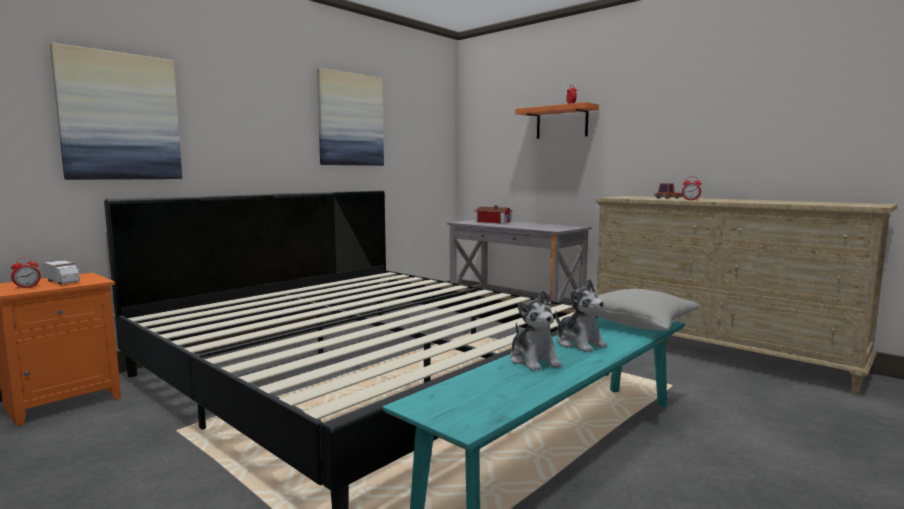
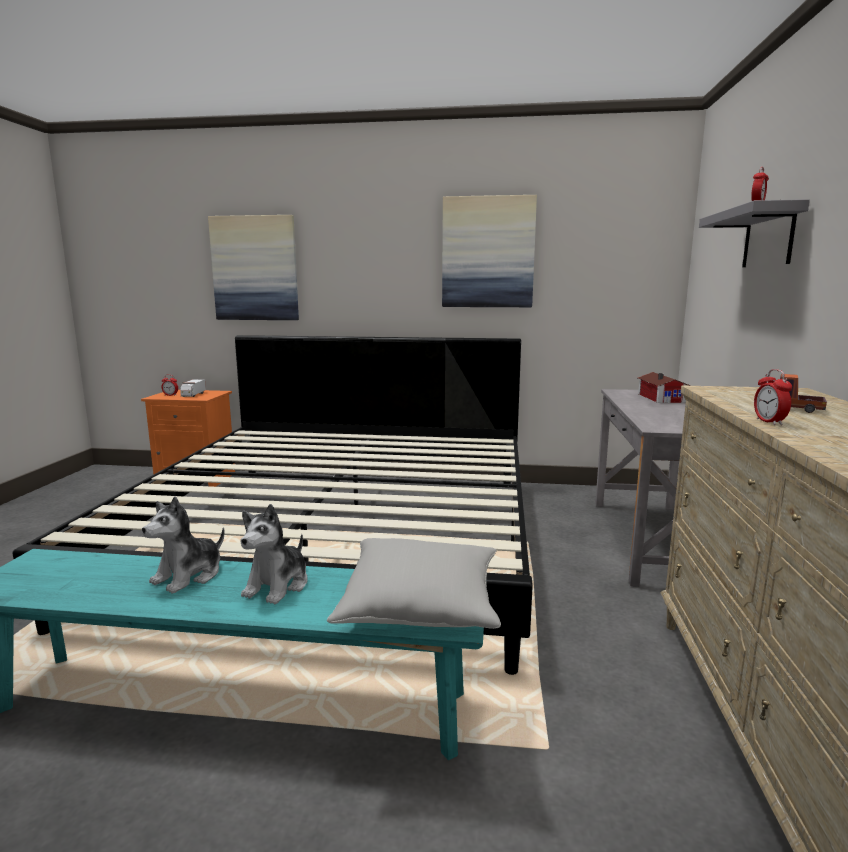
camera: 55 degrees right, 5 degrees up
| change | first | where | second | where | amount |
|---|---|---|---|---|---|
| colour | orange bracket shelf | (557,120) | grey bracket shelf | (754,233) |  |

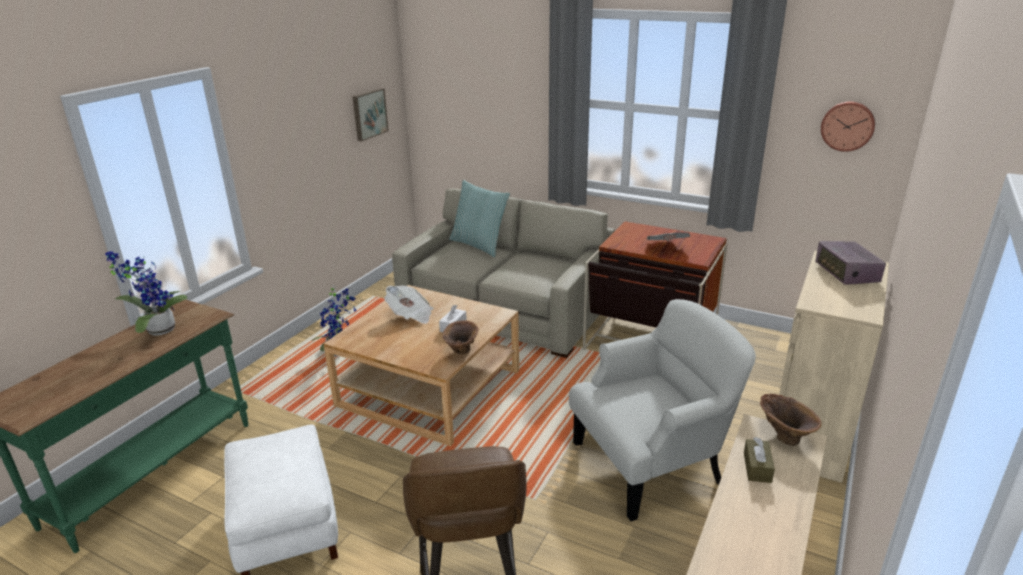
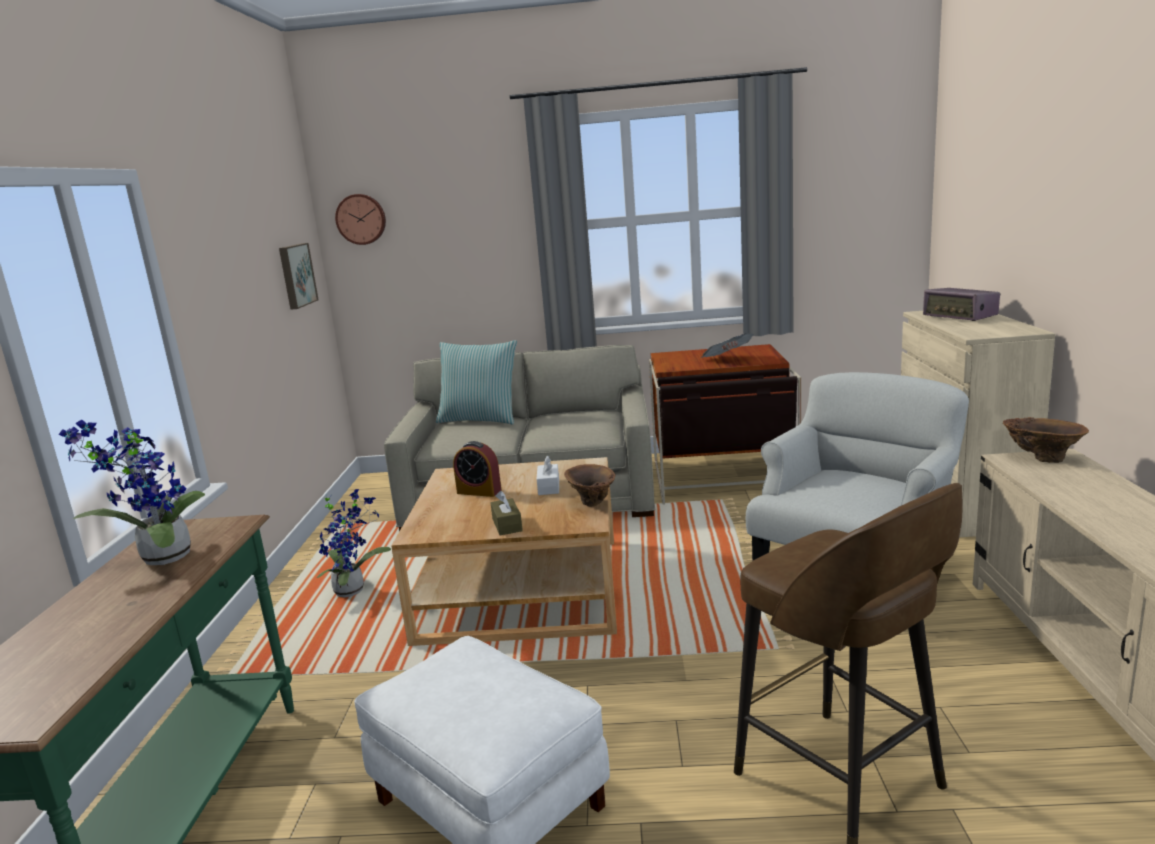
camera: 25 degrees left, 10 degrees down
| change | first | where | second | where | amount |
|---|---|---|---|---|---|
| relocated | clock on the wall | (848,127) |  | (360,219) |  |
| exchanged | newspaper | (408,304) | bedside clock | (477,469) |  |
| relocated | brownish tissue box | (759,460) |  | (507,513) |  |

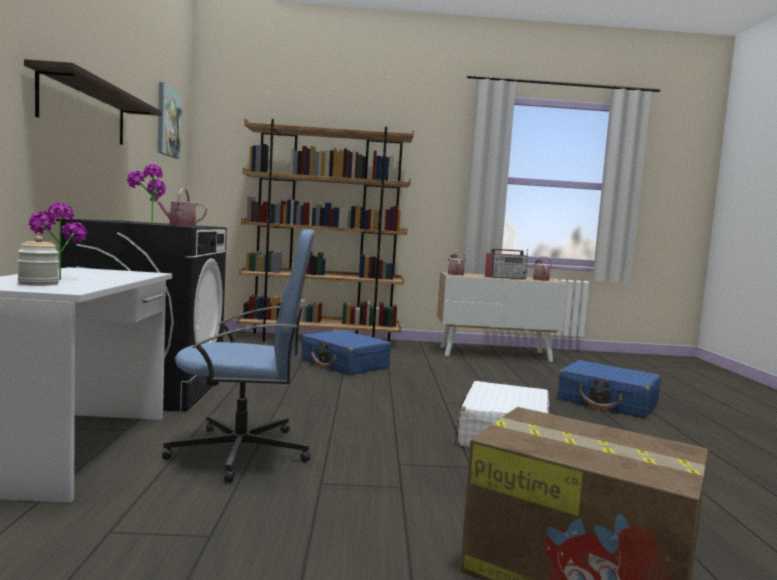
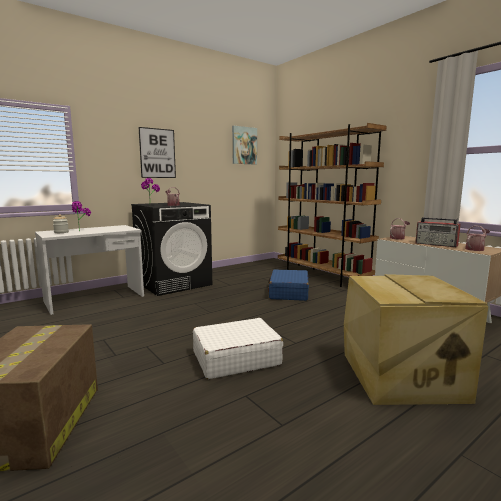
camera: 55 degrees right, 5 degrees up
| change | first | where | second | where | amount |
|---|---|---|---|---|---|
| exchanged | bracket shelf | (93,102) | picture | (157,152) |  |
| missing | blue office chair | (238,356) |  |  |  |
| exchanged | blue travel case | (609,389) | sand-coloured storage bin | (416,339) |  |

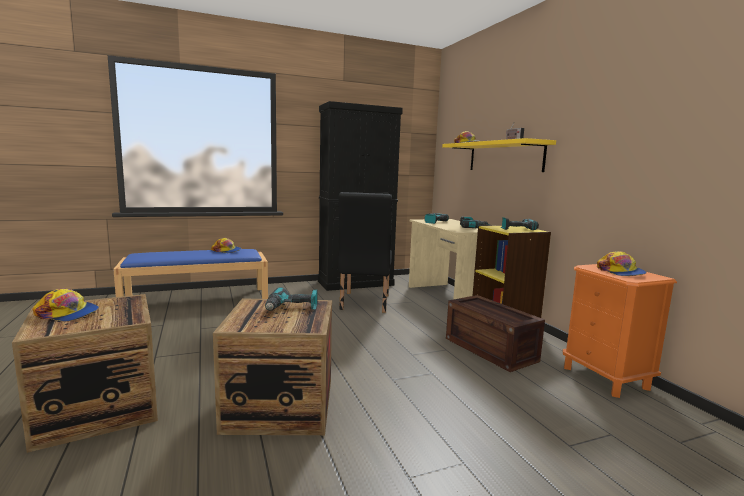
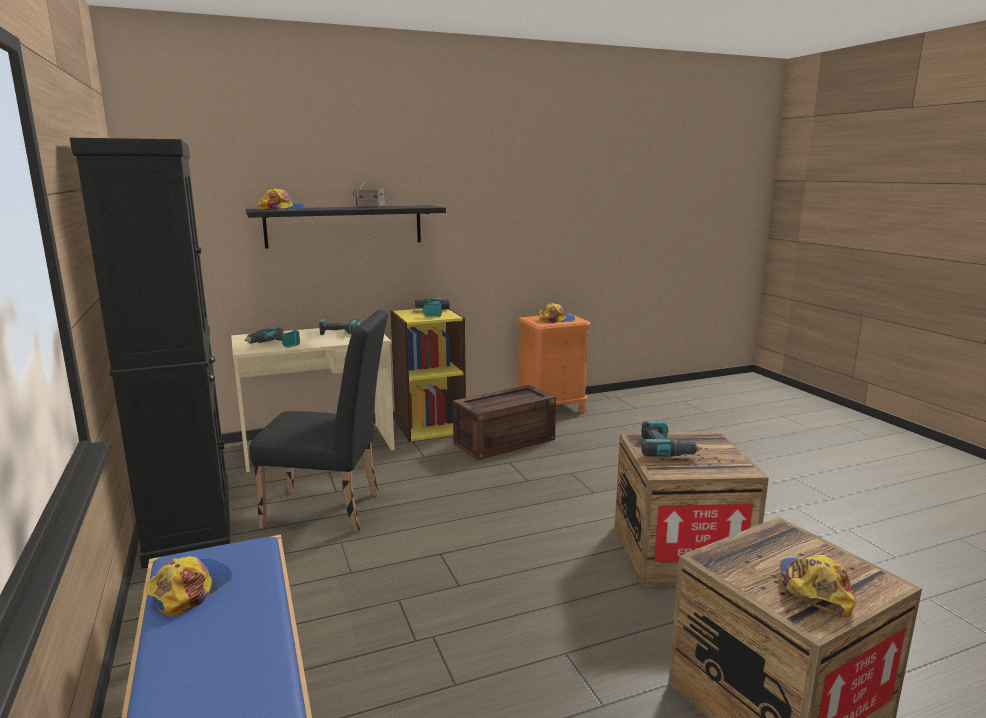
camera: 90 degrees left, 5 degrees up
| change | first | where | second | where | amount |
|---|---|---|---|---|---|
| colour | yellow bracket shelf | (499,155) | black-coloured bracket shelf | (346,227) |  |

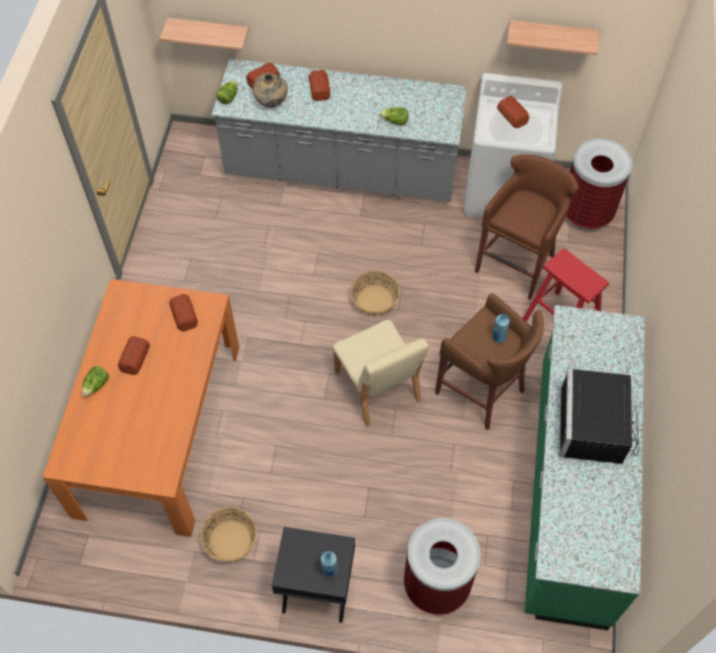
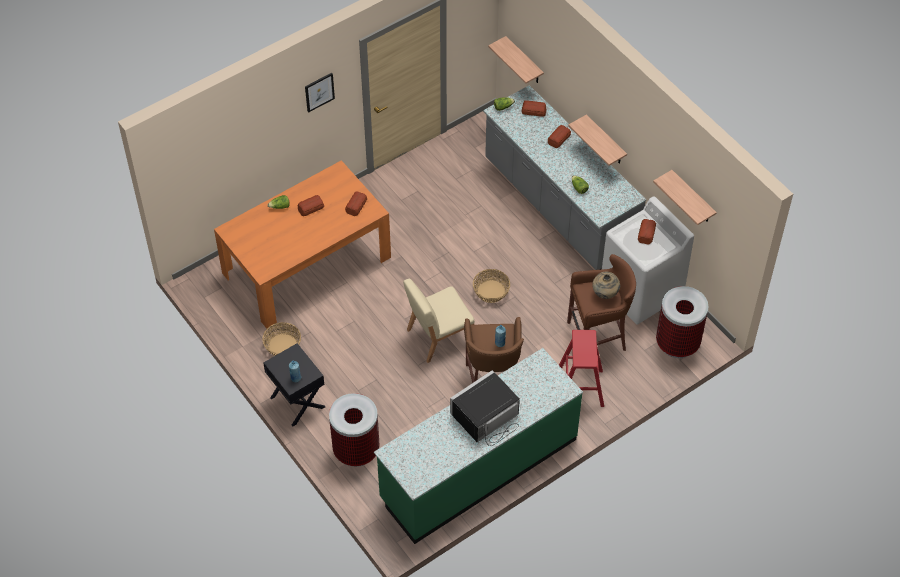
camera: 45 degrees right, 5 degrees down
| change | first | where | second | where | amount |
|---|---|---|---|---|---|
| relocated | sand-coloured vase | (270,90) |  | (606,285) |  |
| spun | sand-coloured plain chair | (381,373) |  | (439,321) | 45 degrees clockwise |
| appeared |  |  | picture | (320,93) |  |
| appeared |  |  | bracket shelf | (597,140) |  |

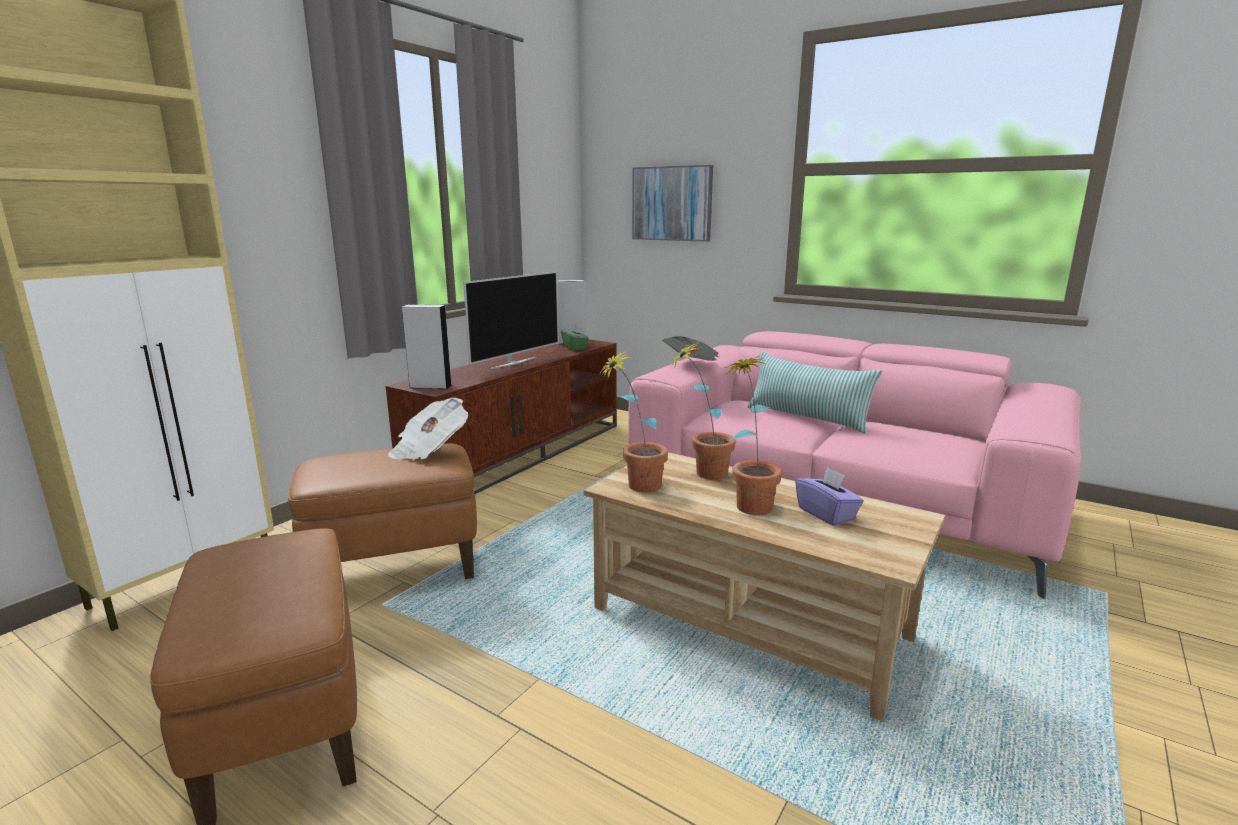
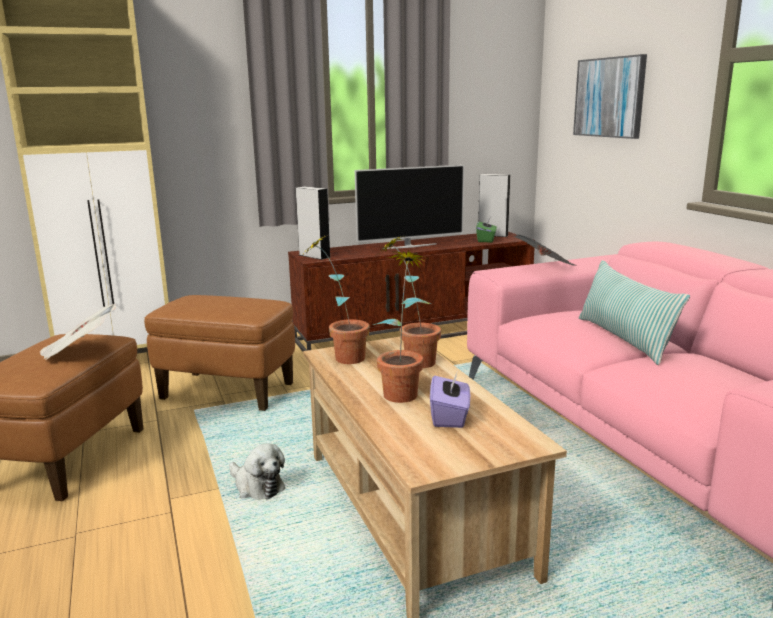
camera: 35 degrees right, 0 degrees up
| change | first | where | second | where | amount |
|---|---|---|---|---|---|
| relocated | newspaper | (428,429) |  | (78,332) |  |
| appeared |  |  | cuddly toy | (257,471) |  |

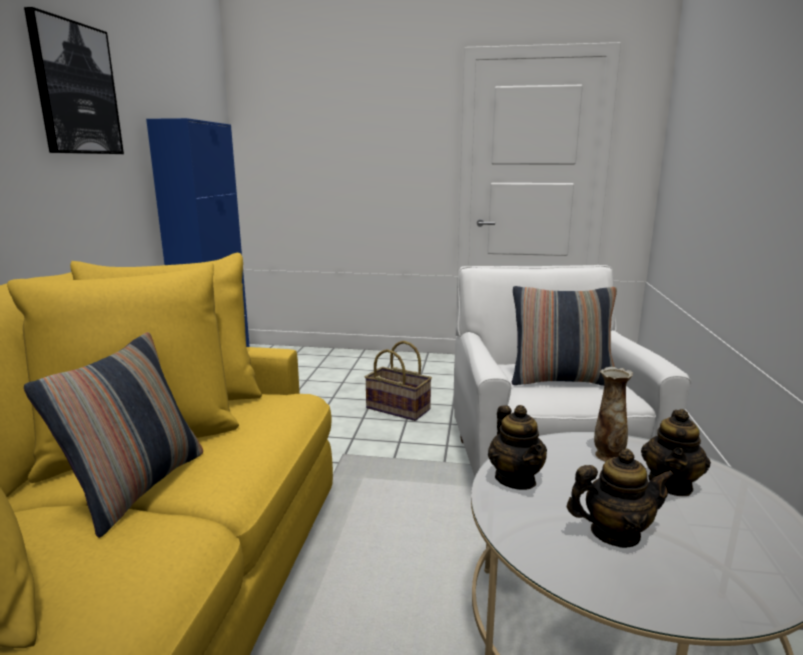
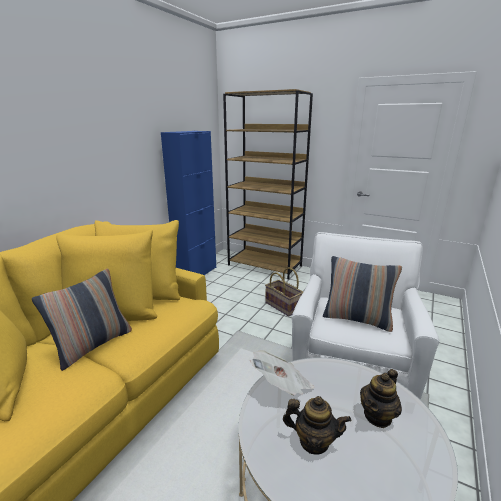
camera: 20 degrees right, 5 degrees up
| change | first | where | second | where | amount |
|---|---|---|---|---|---|
| missing | picture | (74,80) |  |  |  |
| missing | vase | (613,414) |  |  |  |
| exchanged | tea pot | (517,447) | newspaper | (282,373) |  |
| appeared |  |  | brownish shelving unit | (268,184) |  |

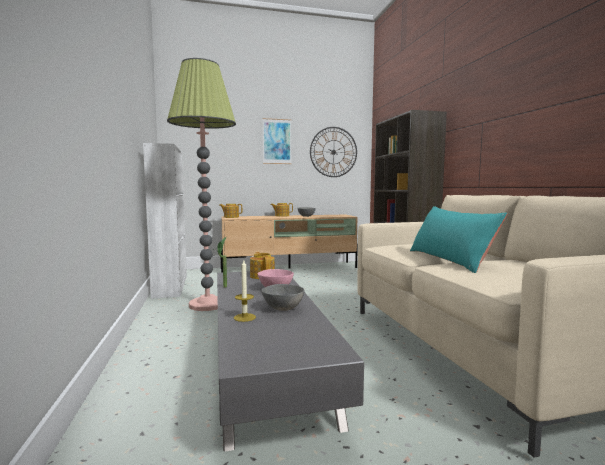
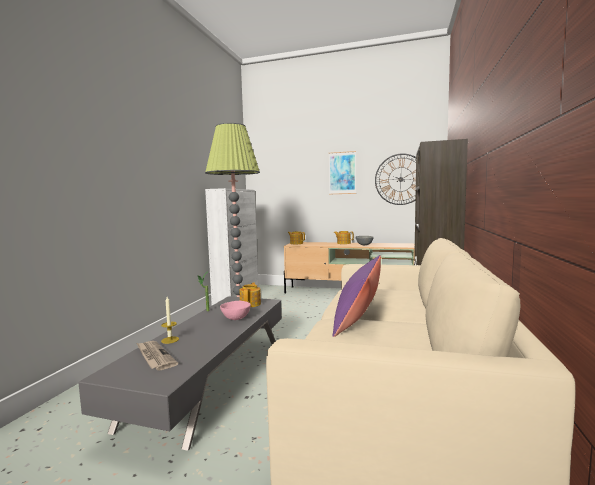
camera: 30 degrees right, 0 degrees up
| change | first | where | second | where | amount |
|---|---|---|---|---|---|
| colour | turquoise-coloured throw pillow | (459,239) | purple-coloured throw pillow | (357,296) |  |
| missing | grey deep dish | (282,297) |  |  |  |
| appeared |  |  | newspaper | (157,356) |  |

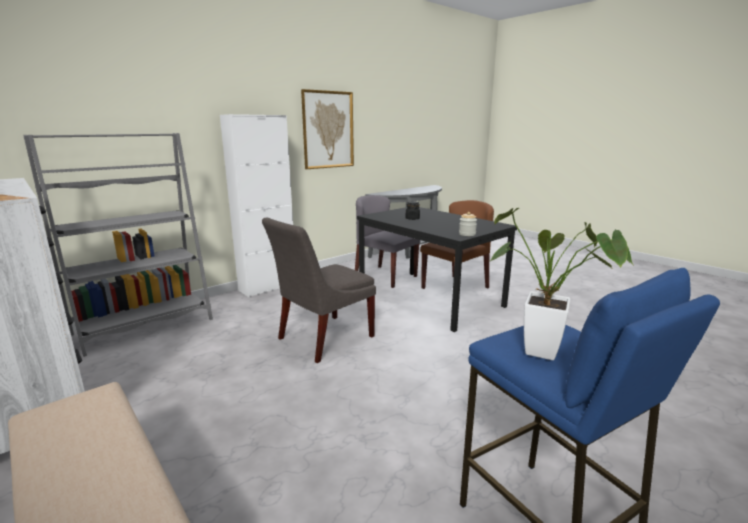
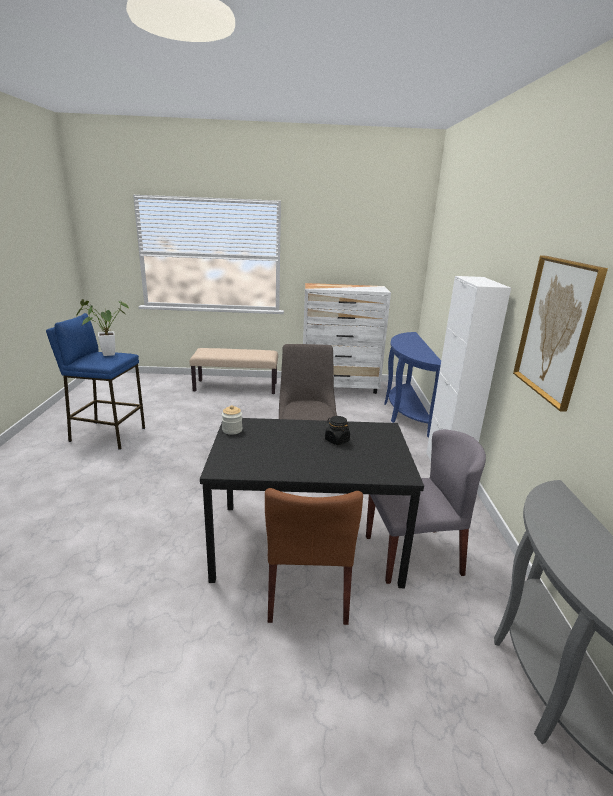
camera: 130 degrees right, 5 degrees up
| change | first | where | second | where | amount |
|---|---|---|---|---|---|
| exchanged | grey shelving unit | (118,245) | blue narrow table | (412,384) |  |

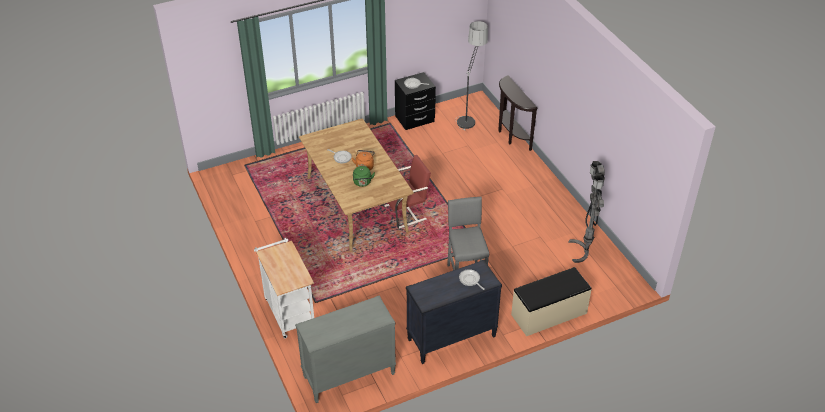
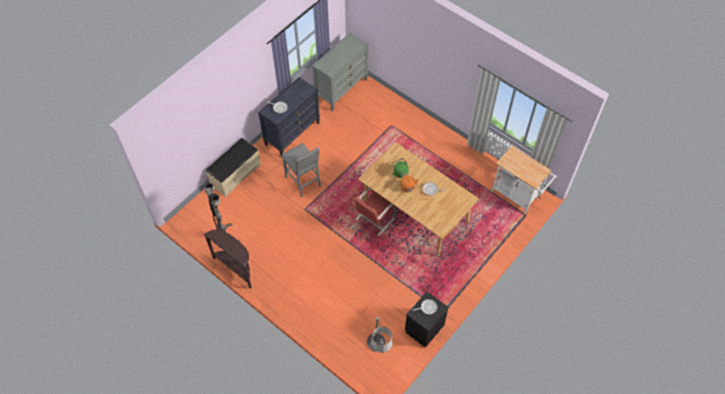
camera: 155 degrees right, 15 degrees up
| change | first | where | second | where | amount |
|---|---|---|---|---|---|
| relocated | brownish narrow table | (518,113) |  | (227,259) |  |
| relocated | white-coloured trolley | (284,288) |  | (524,180) |  |

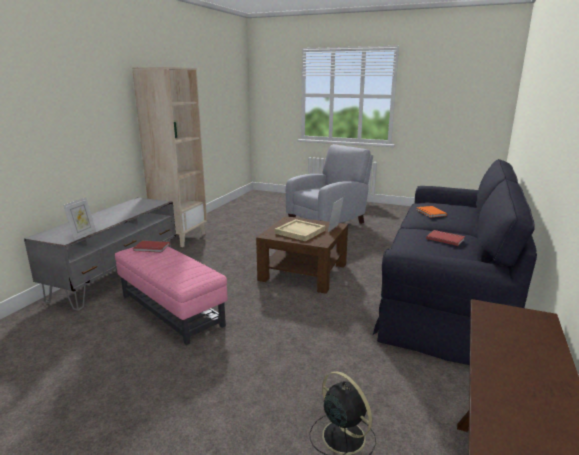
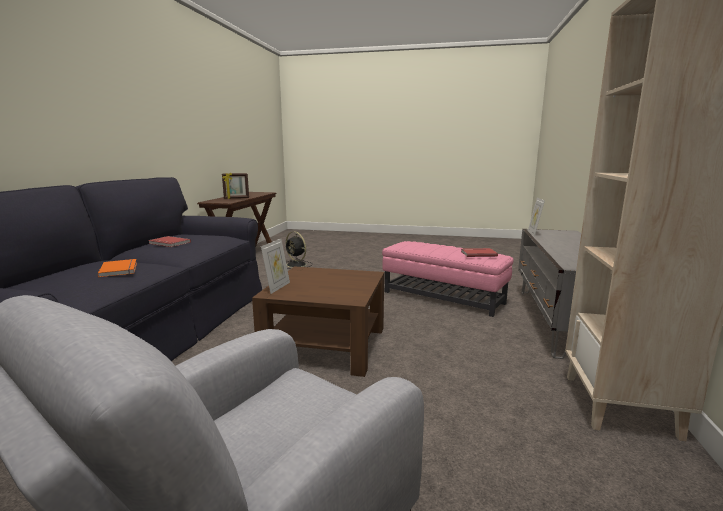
camera: 170 degrees right, 5 degrees down
| change | first | where | second | where | amount |
|---|---|---|---|---|---|
| missing | sand-coloured tray | (300,230) |  |  |  |
| appeared |  |  | standing frame | (235,186) |  |

